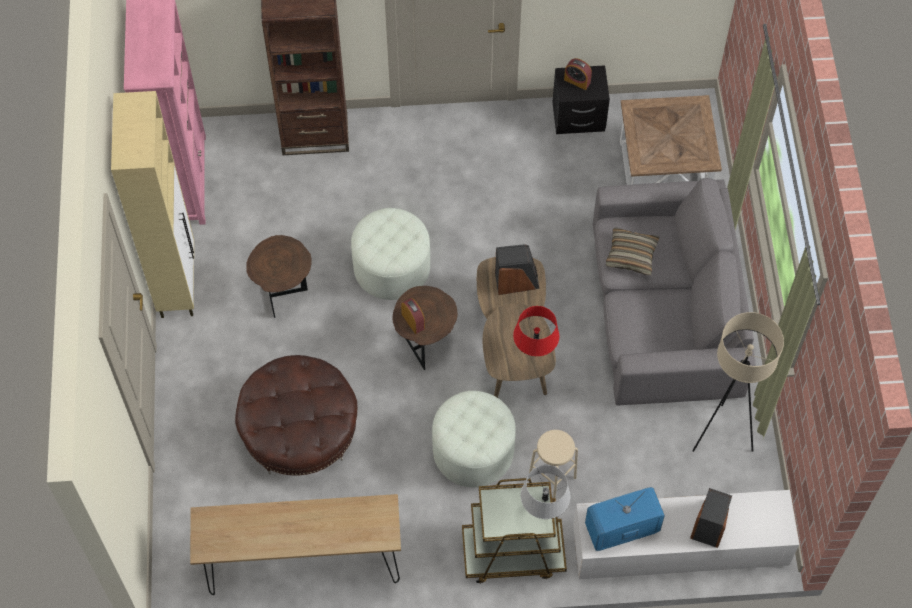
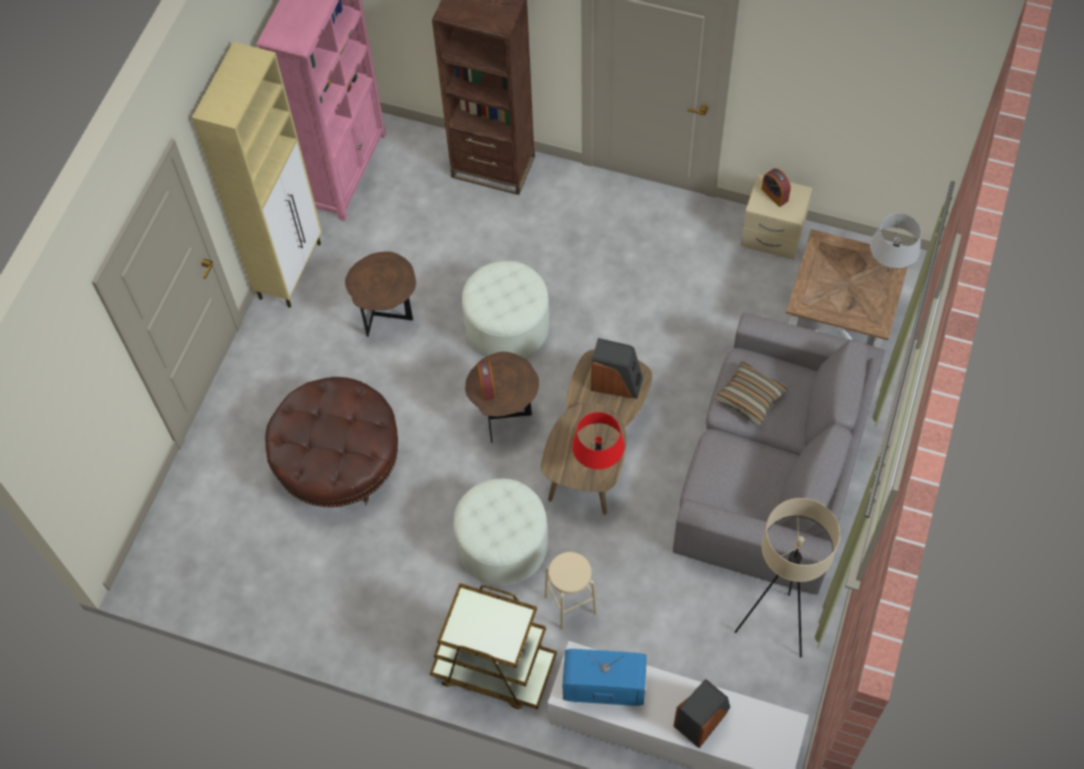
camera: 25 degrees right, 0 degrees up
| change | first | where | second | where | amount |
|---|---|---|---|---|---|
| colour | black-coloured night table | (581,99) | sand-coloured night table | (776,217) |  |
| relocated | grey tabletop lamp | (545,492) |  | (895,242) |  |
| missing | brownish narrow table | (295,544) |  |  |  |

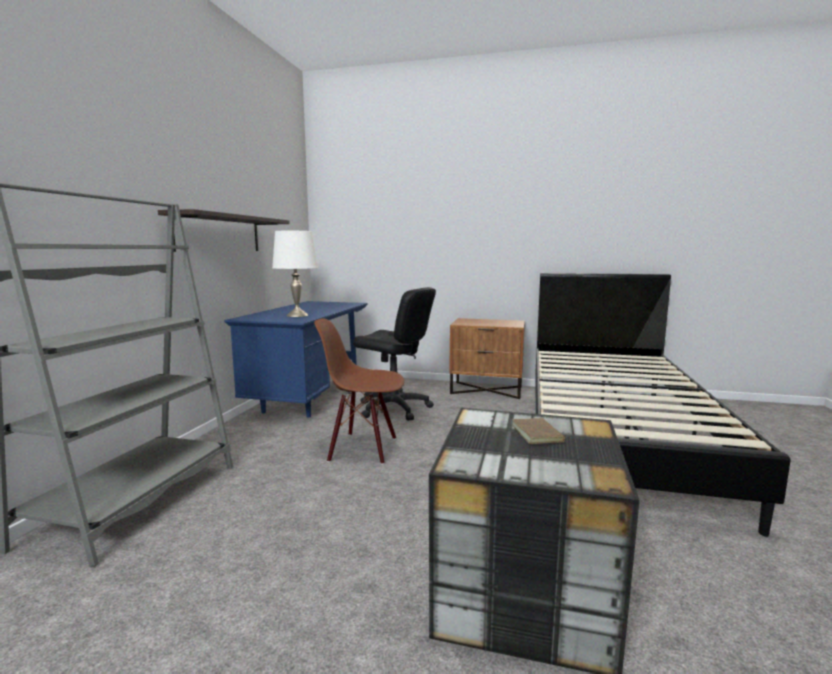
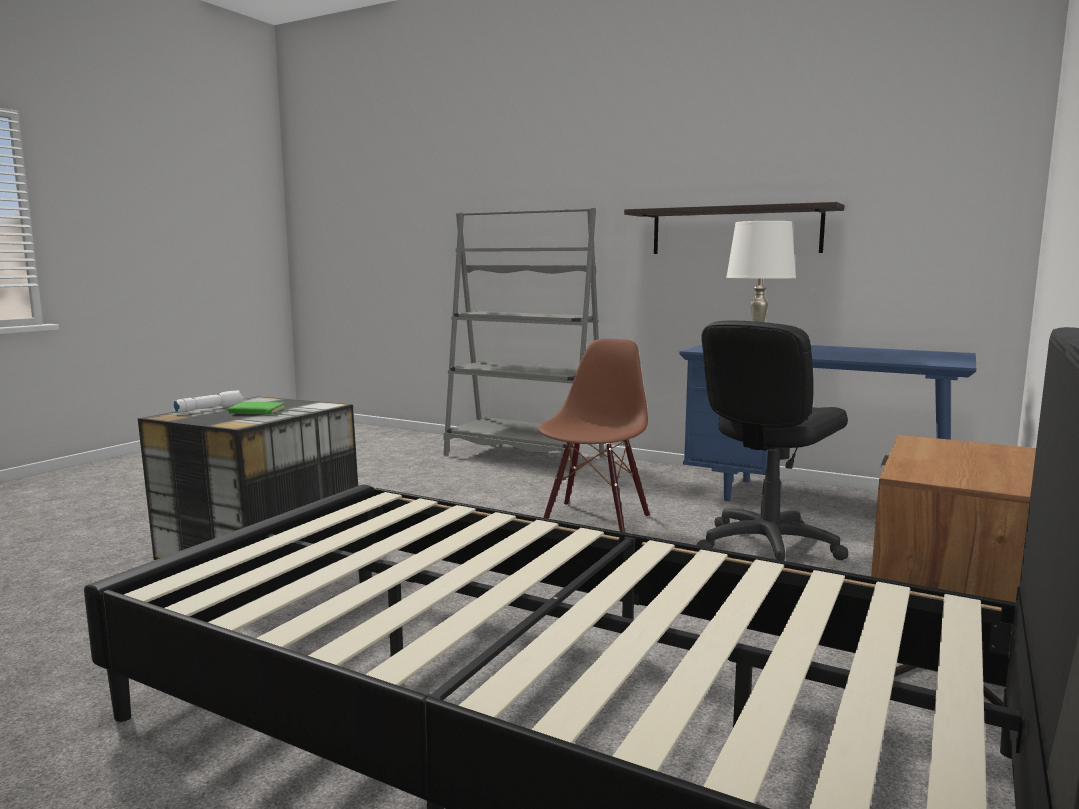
camera: 105 degrees right, 0 degrees up
| change | first | where | second | where | amount |
|---|---|---|---|---|---|
| colour | brownish book | (538,430) | green-coloured book | (257,408) |  |
| appeared |  |  | white-coloured flashlight | (208,401) |  |

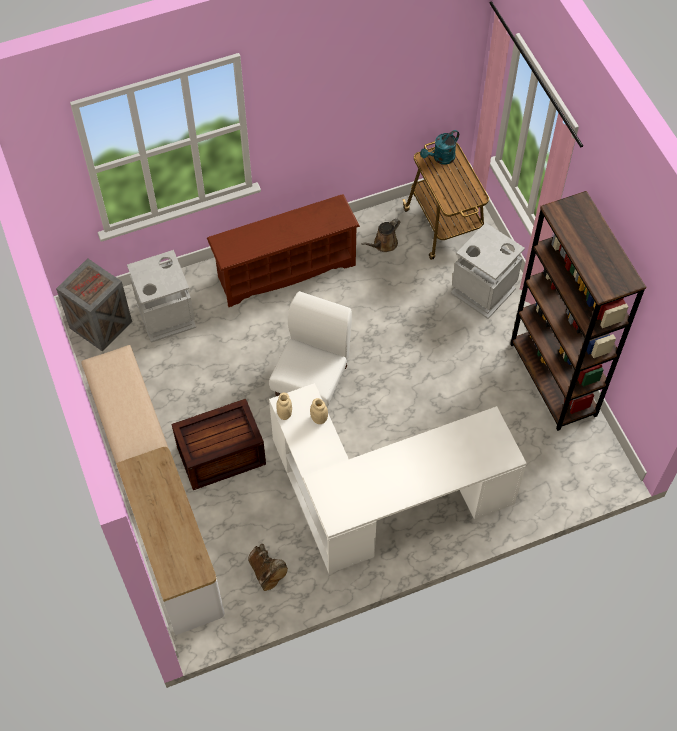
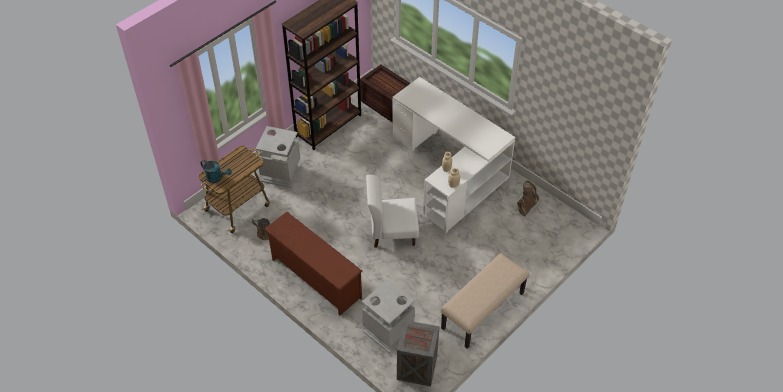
camera: 115 degrees left, 10 degrees down
| change | first | where | second | where | amount |
|---|---|---|---|---|---|
| relocated | shipping crate | (218,444) |  | (385,94) |  |
| missing | narrow table | (170,541) |  |  |  |

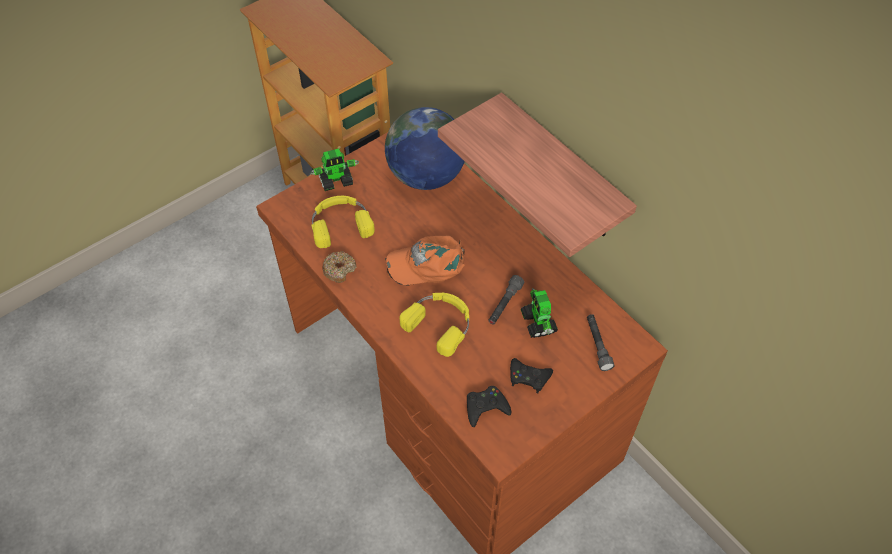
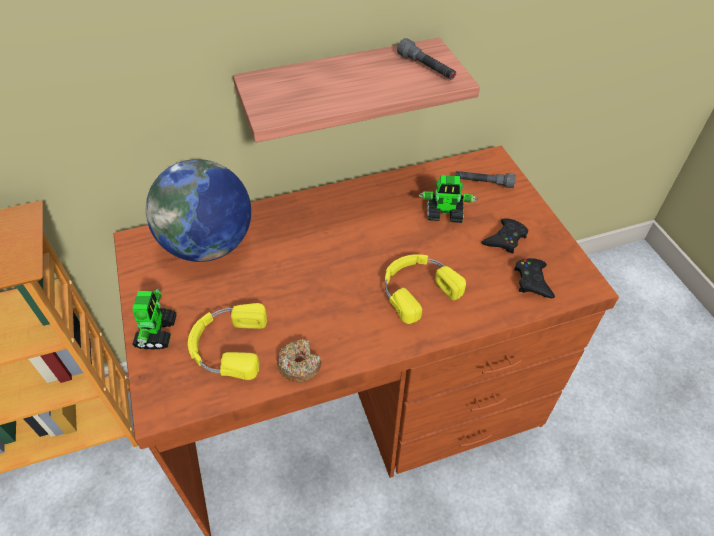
camera: 70 degrees left, 5 degrees down
| change | first | where | second | where | amount |
|---|---|---|---|---|---|
| missing | orange baseball cap | (425,260) |  |  |  |
| relocated | grey flashlight | (506,299) |  | (426,58) |  |

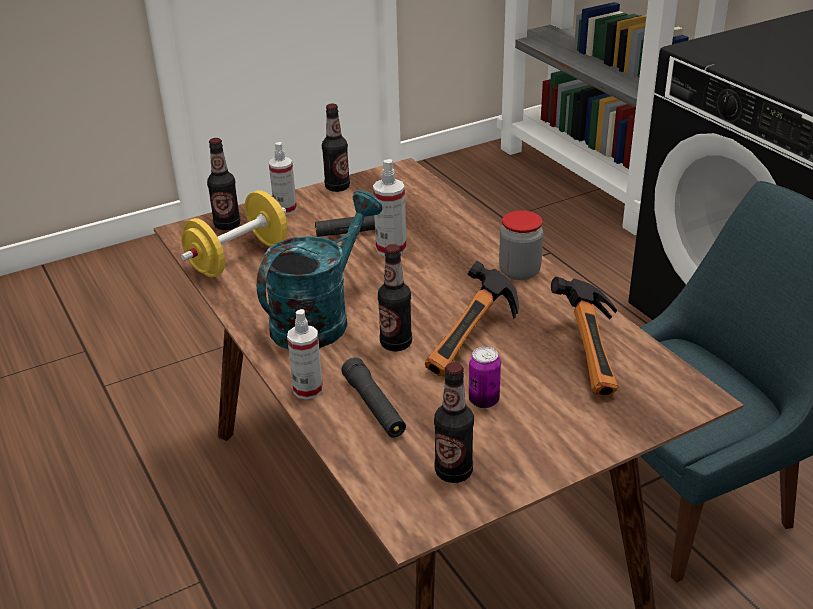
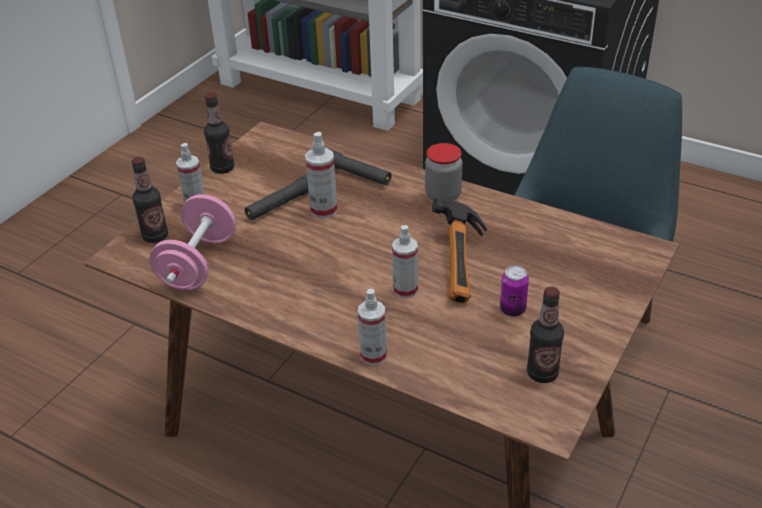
camera: 30 degrees left, 5 degrees up
| change | first | where | second | where | amount |
|---|---|---|---|---|---|
| colour | yellow dumbbell | (234,233) | pinkish dumbbell | (192,242) |  |
| missing | turquoise-coloured watering pot | (319,269) |  |  |  |
| exchanged | beverage bottle | (395,297) | sprayer | (405,261) |  |
| missing | tool hammer | (585,337) |  |  |  |
| relocated | black-coloured flashlight | (374,397) |  | (360,167) |  |

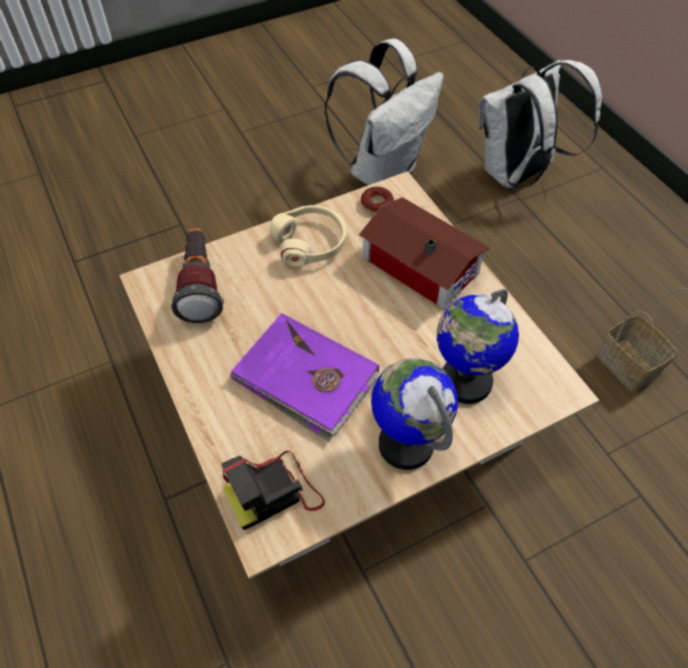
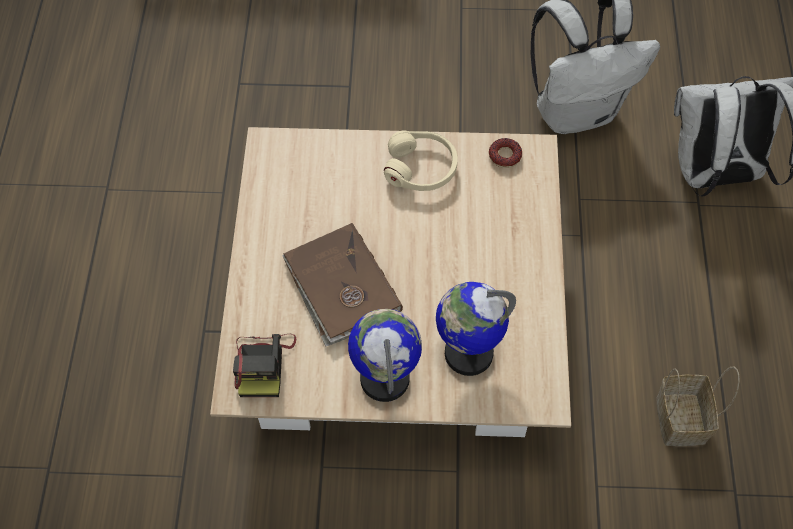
camera: 30 degrees right, 5 degrees up
| change | first | where | second | where | amount |
|---|---|---|---|---|---|
| missing | toy house | (424,253) |  |  |  |
| missing | flashlight | (197,275) |  |  |  |
| colour | purple-coloured book | (304,377) | brownish book | (342,285) |  |
| spun | photo camera | (273,490) |  | (264,365) | 90 degrees counterclockwise |

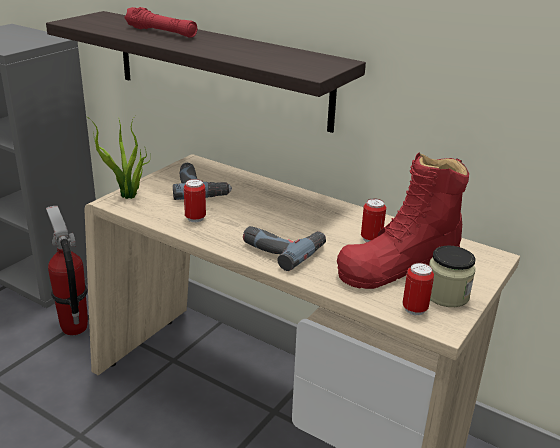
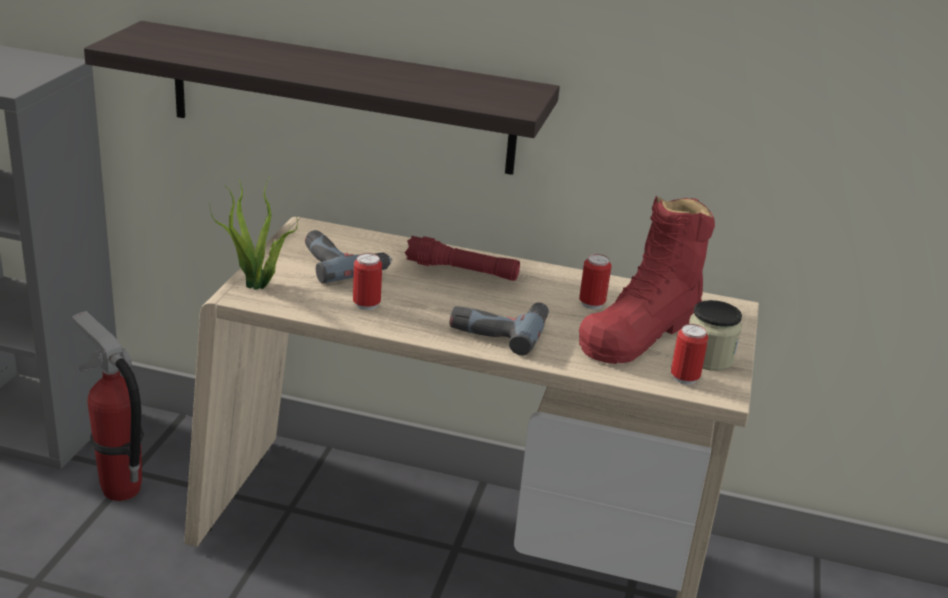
camera: 20 degrees left, 0 degrees up
| change | first | where | second | where | amount |
|---|---|---|---|---|---|
| relocated | red-coloured flashlight | (161,22) |  | (462,258) |  |

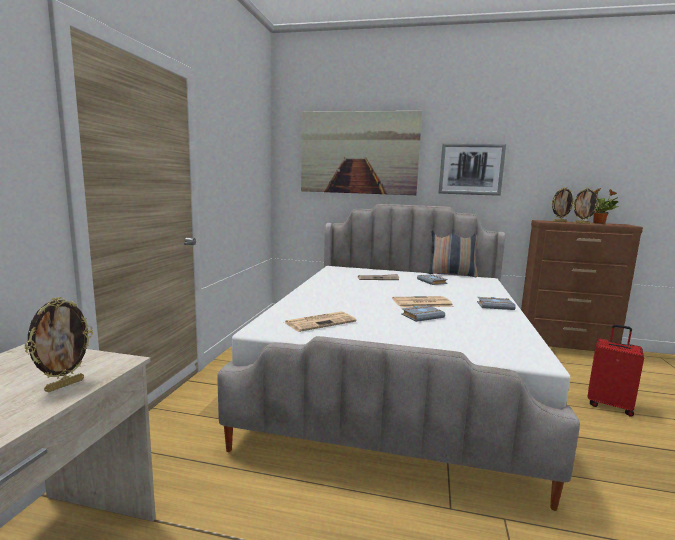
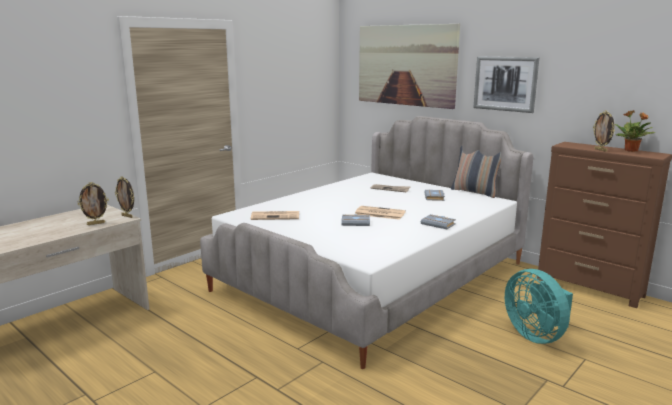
camera: 30 degrees right, 5 degrees up
| change | first | where | second | where | amount |
|---|---|---|---|---|---|
| relocated | standing frame | (562,204) |  | (124,197) |  |
| exchanged | red-coloured travel case | (616,370) | turquoise-coloured electric fan | (539,306) |  |

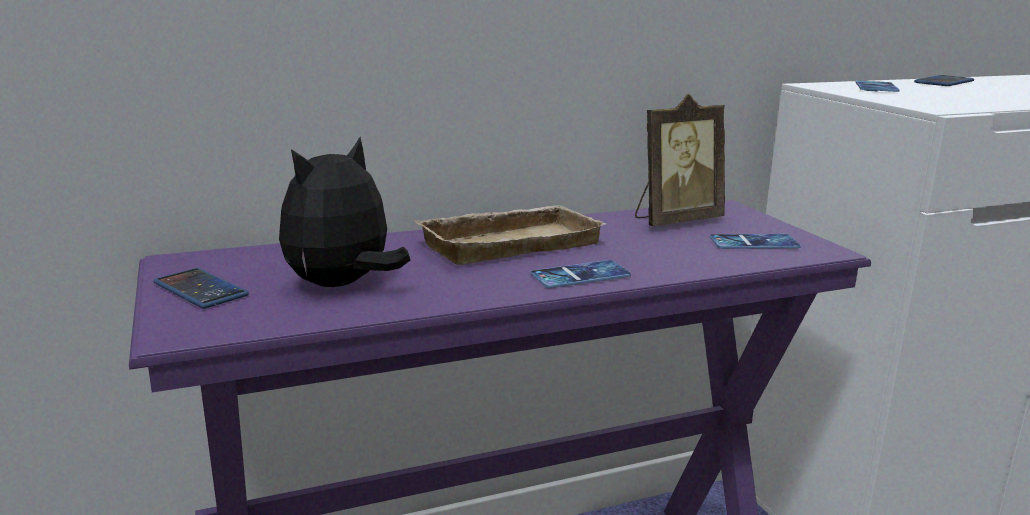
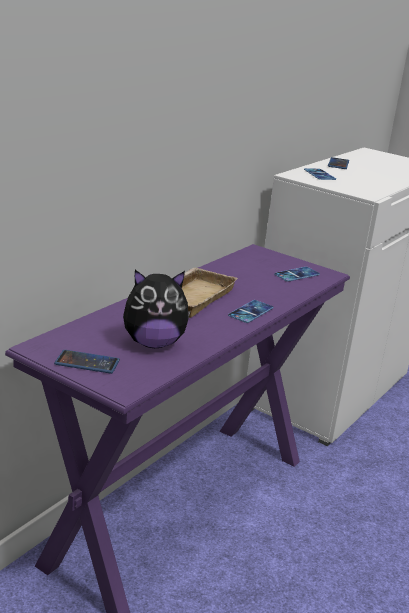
camera: 35 degrees left, 5 degrees up
| change | first | where | second | where | amount |
|---|---|---|---|---|---|
| missing | standing frame | (680,160) |  |  |  |
| spun | cuddly toy | (344,212) |  | (157,309) | 105 degrees counterclockwise |

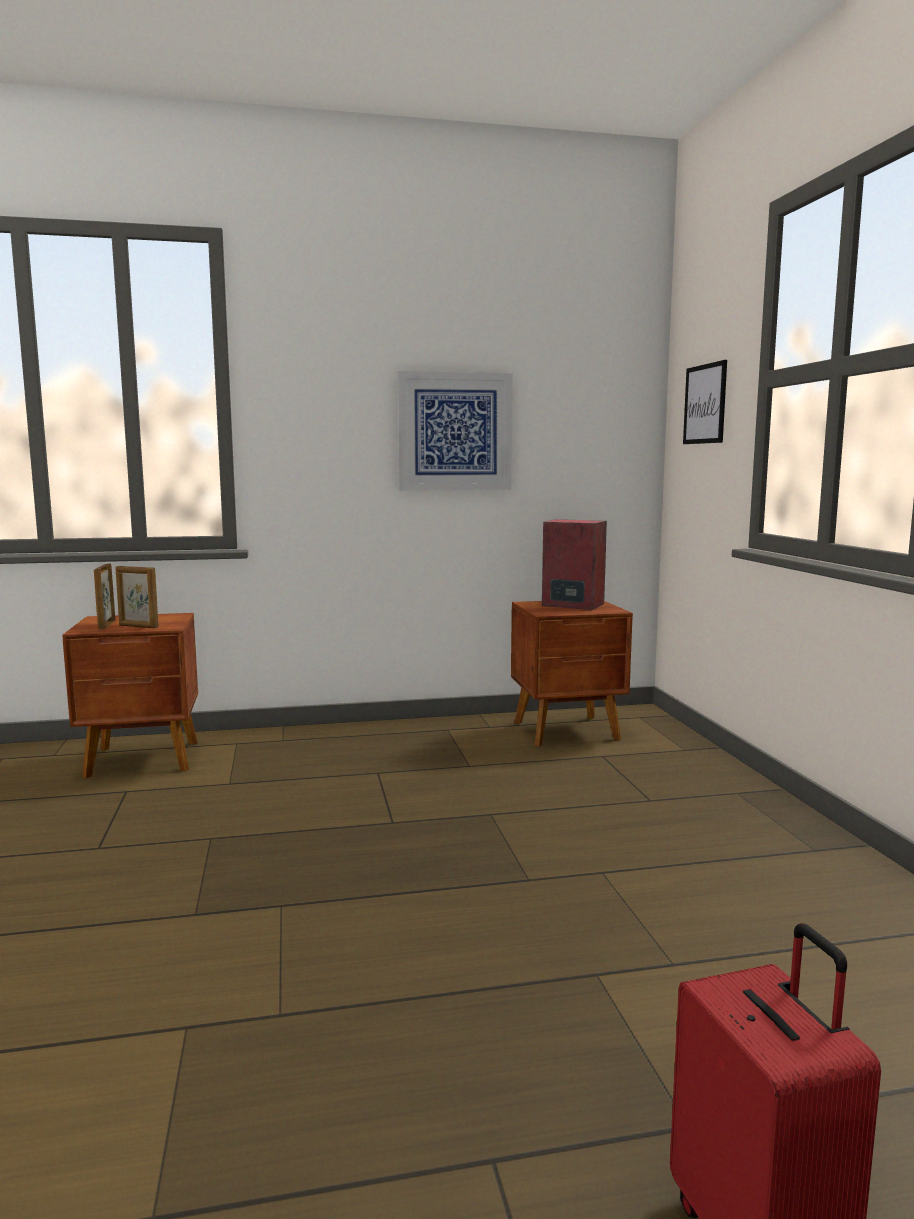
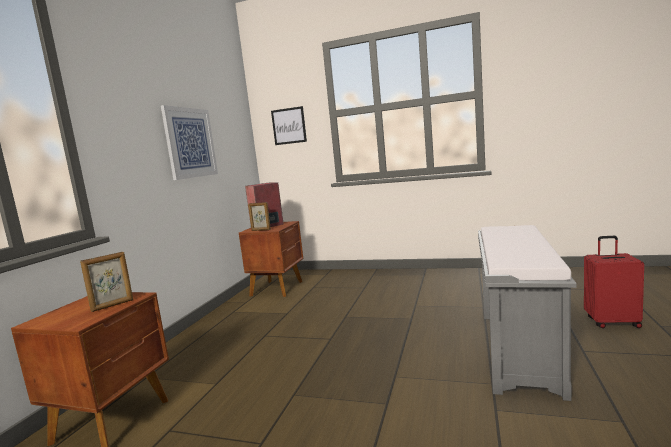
camera: 60 degrees left, 0 degrees up
| change | first | where | second | where | amount |
|---|---|---|---|---|---|
| relocated | standing frame | (105,596) |  | (259,216) |  |
| appeared |  |  | grey long seat | (527,313) |  |

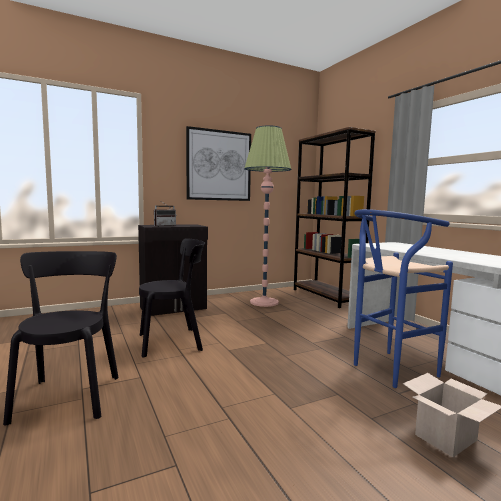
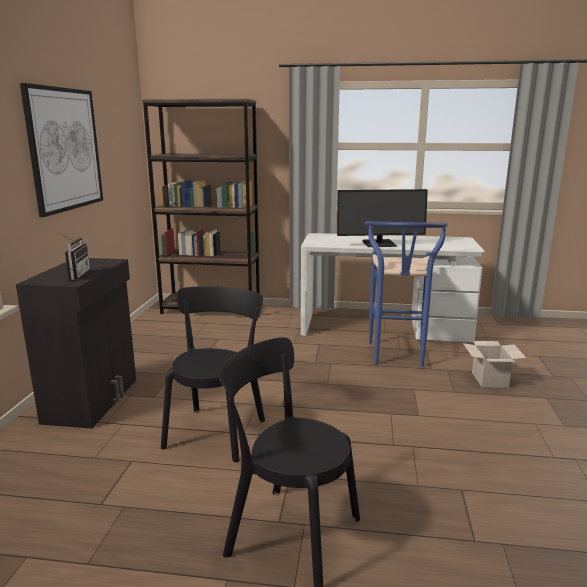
camera: 55 degrees left, 10 degrees up
| change | first | where | second | where | amount |
|---|---|---|---|---|---|
| missing | standing lamp | (267,216) |  |  |  |
| appeared |  |  | computer display | (382,218) |  |

